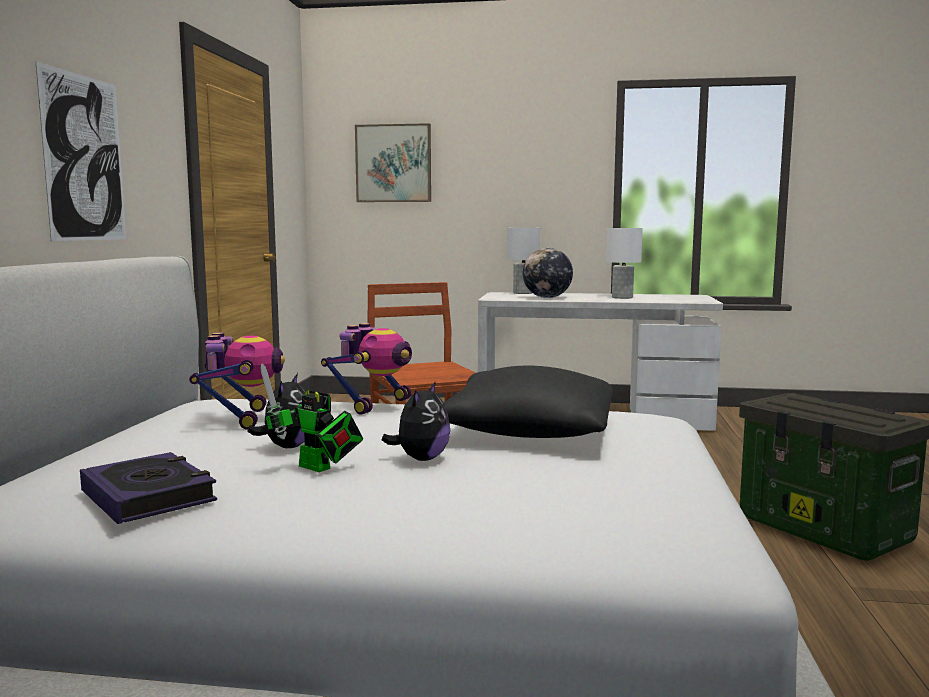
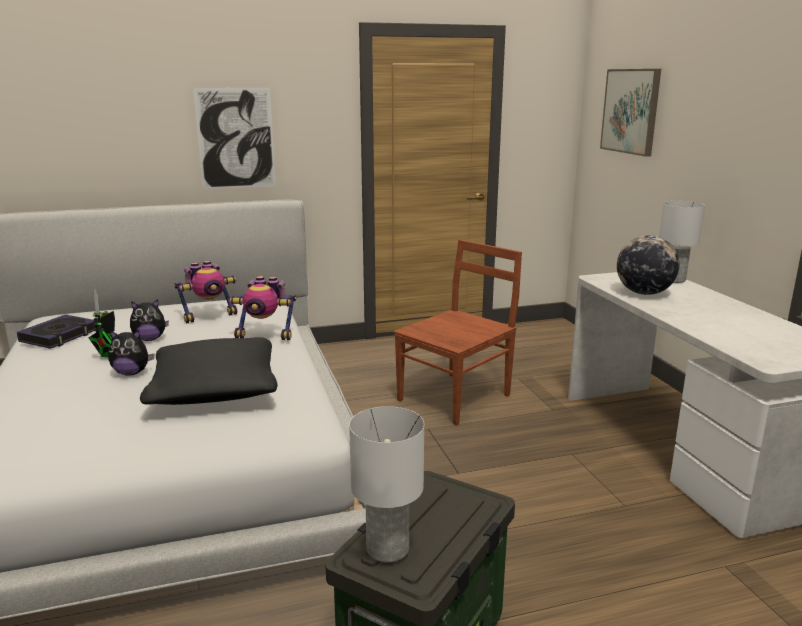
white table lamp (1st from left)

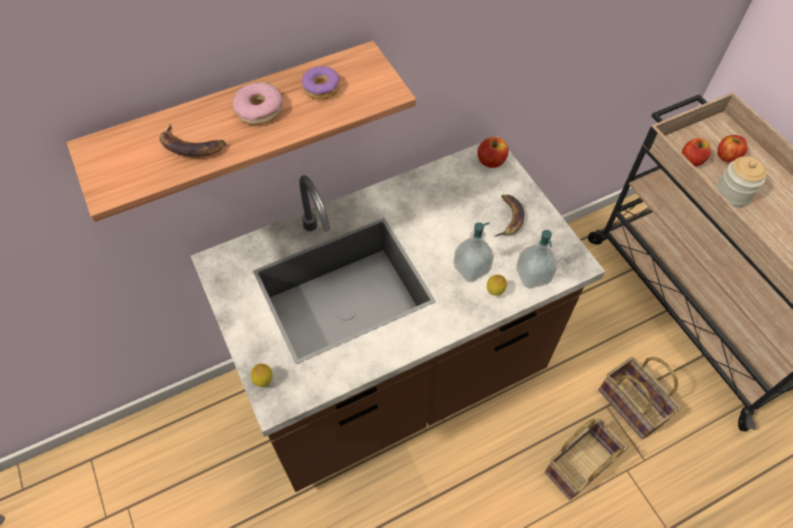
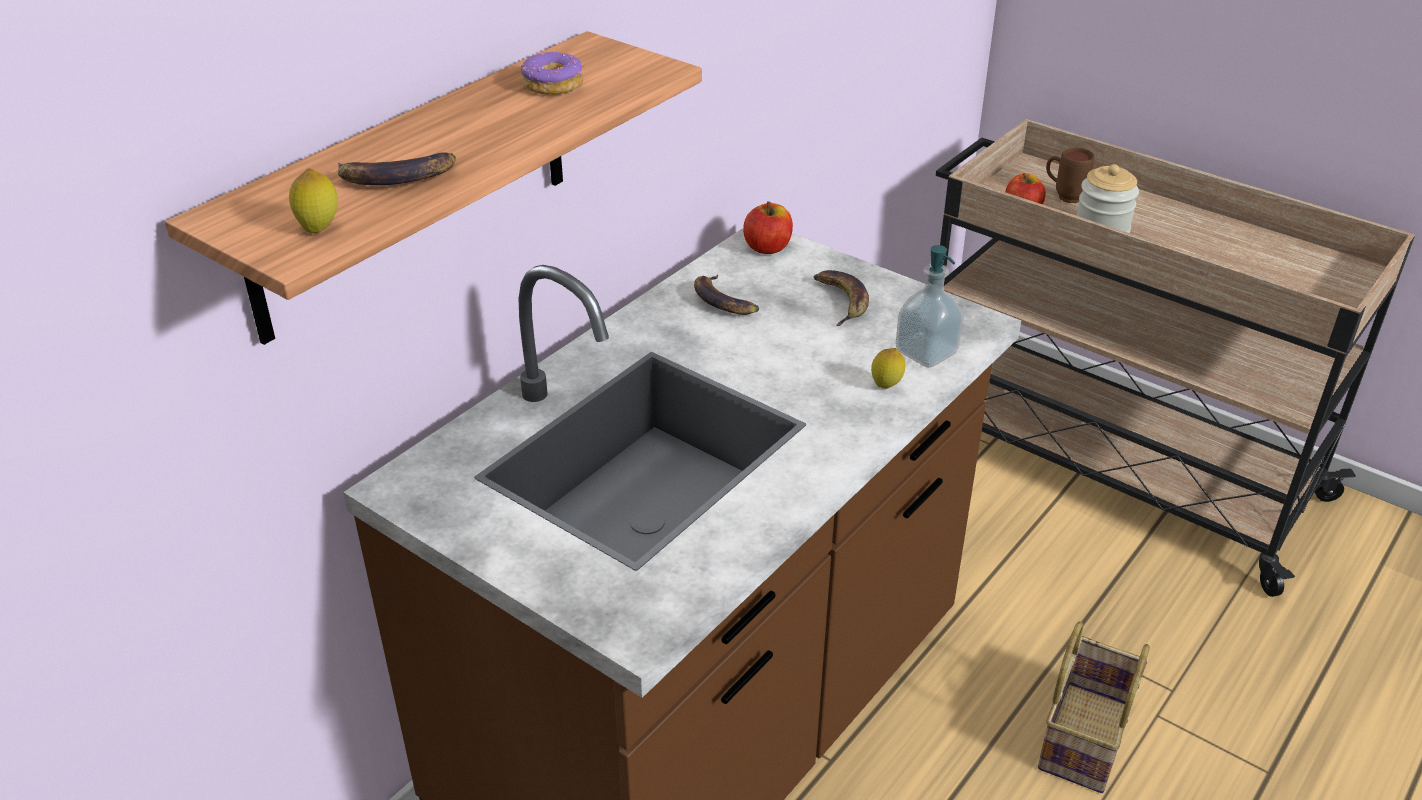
donut (1st from left in the first image); lemon (1st from left); soap dispenser (1st from left in the first image); basket (2nd from left in the first image); brown mug; banana (2nd from left)

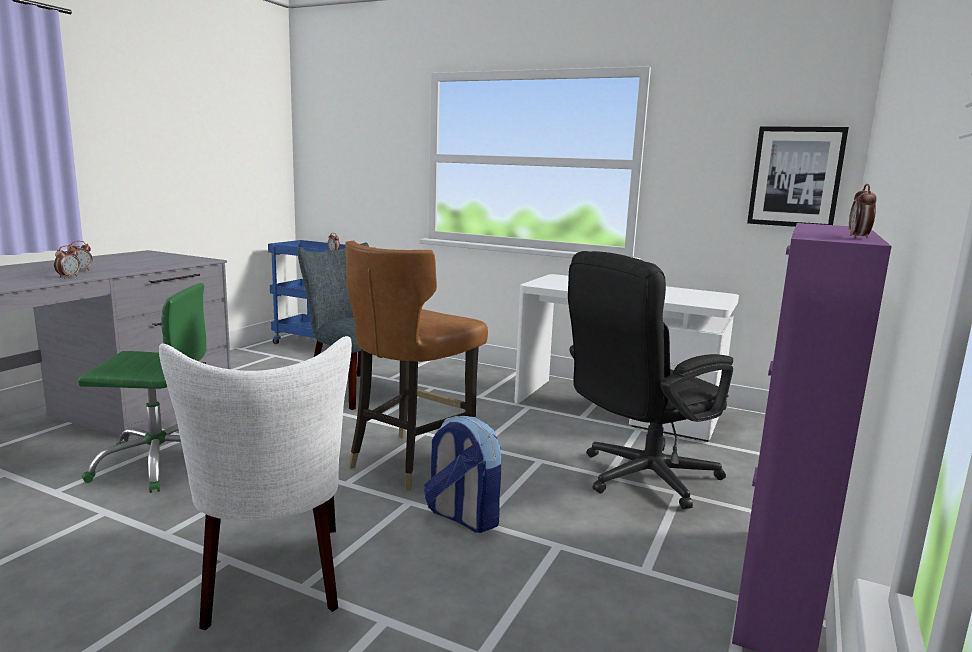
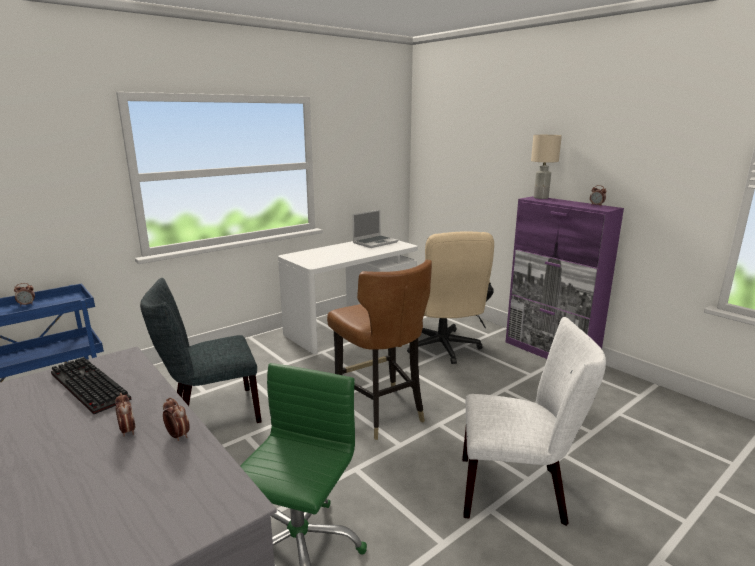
backpack; beige office chair; picture; keyboard; laptop; beige table lamp

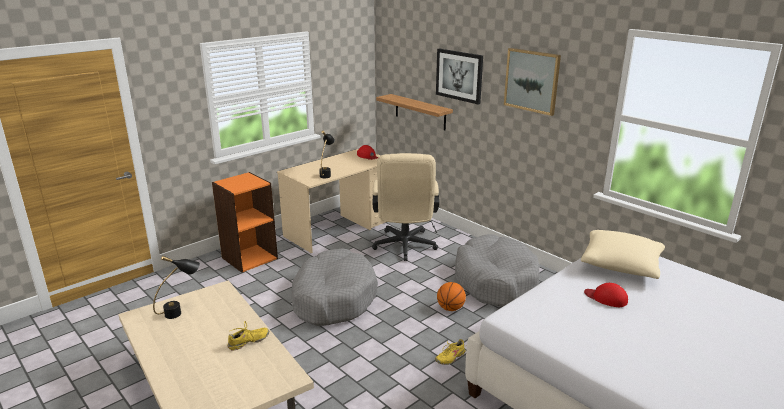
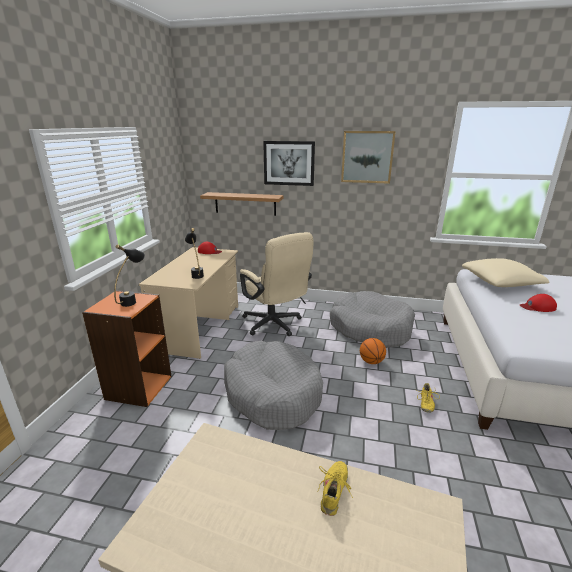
black table lamp (1st from left)

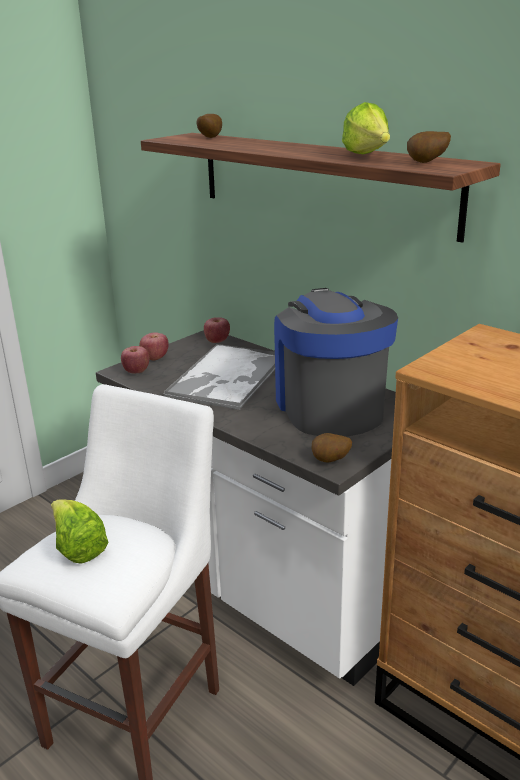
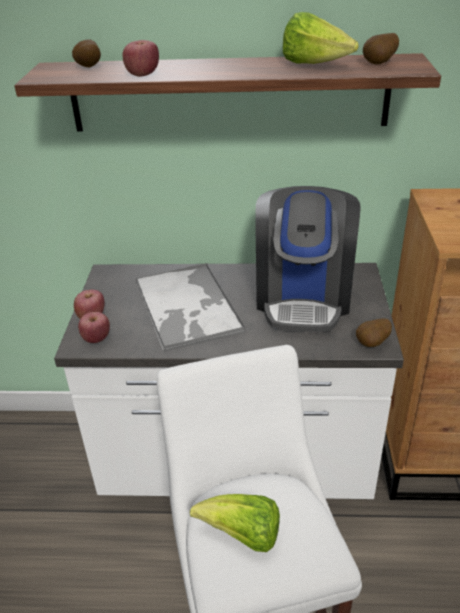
apple (3rd from left); coffee machine

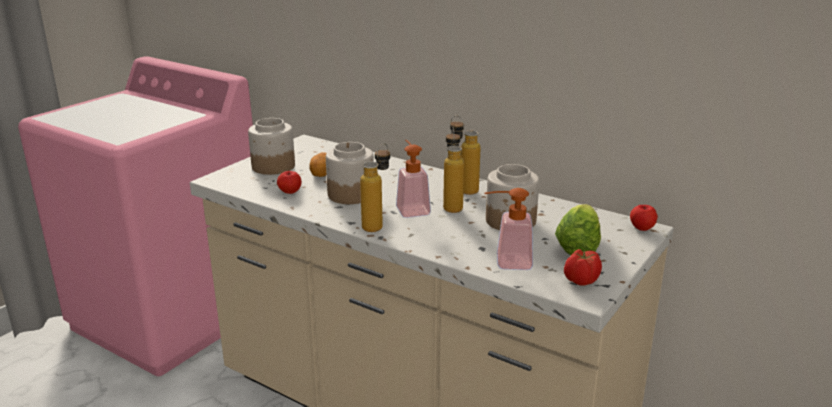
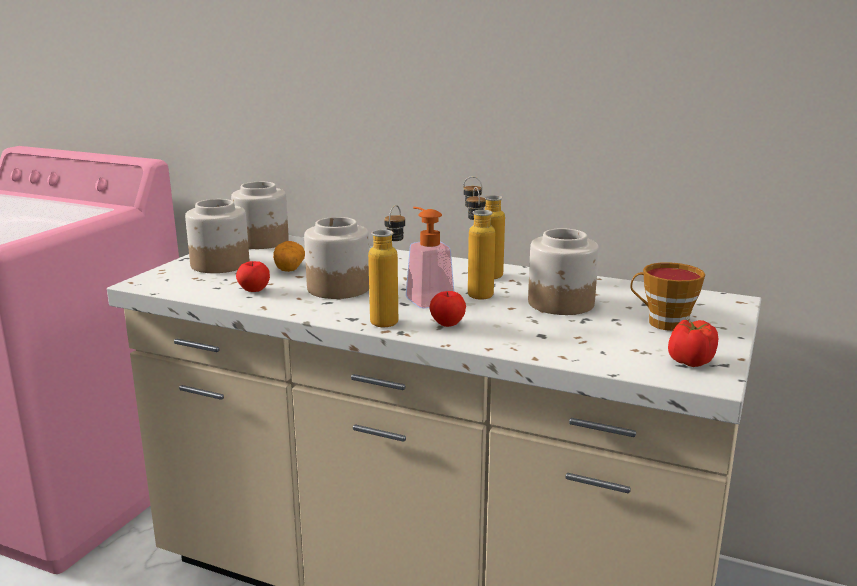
soap dispenser (2nd from left in the first image); cup; apple (2nd from left); jar (2nd from left)

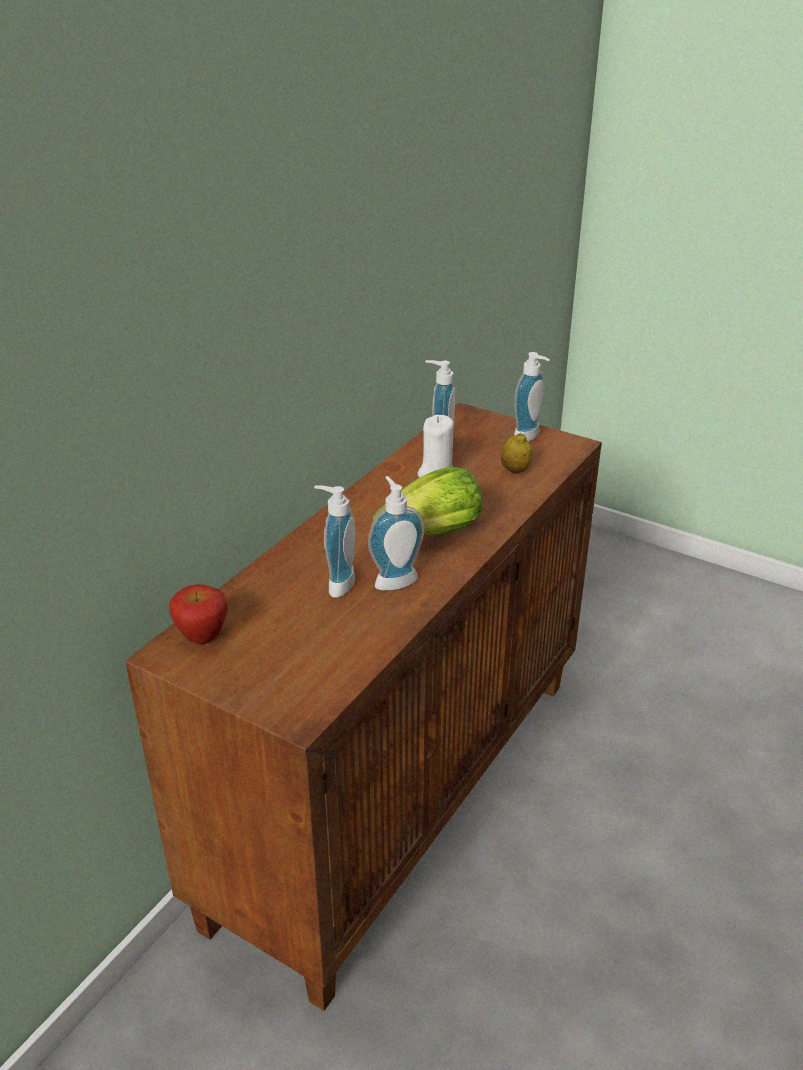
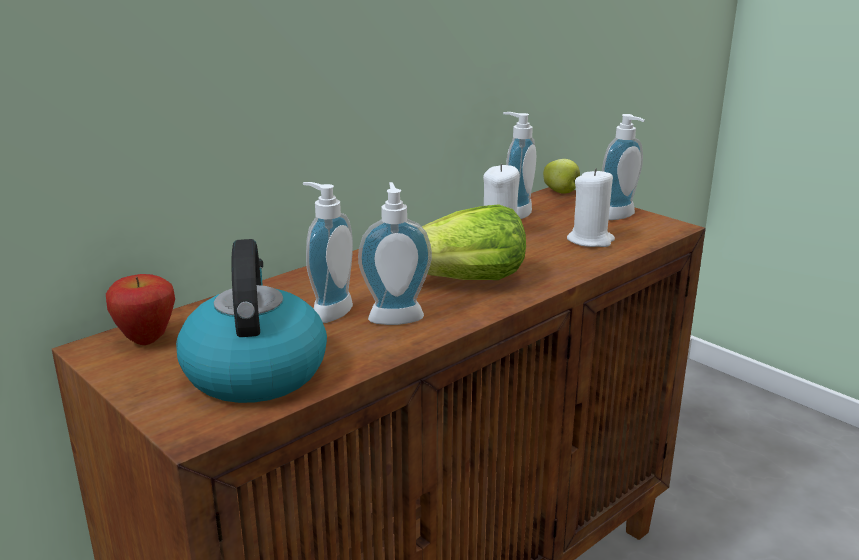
white candle (2nd from left); kettle; apple (2nd from left)

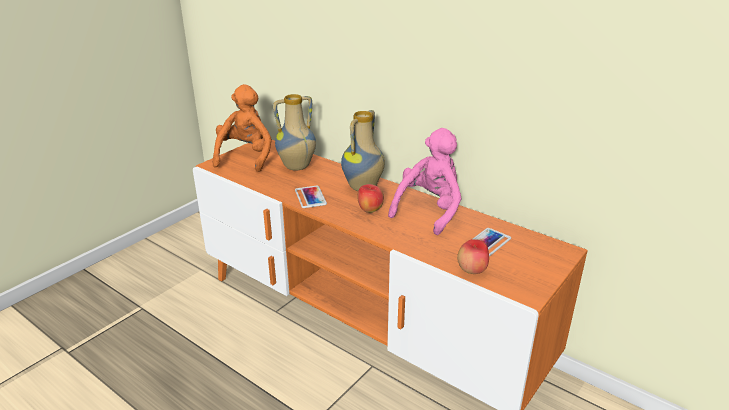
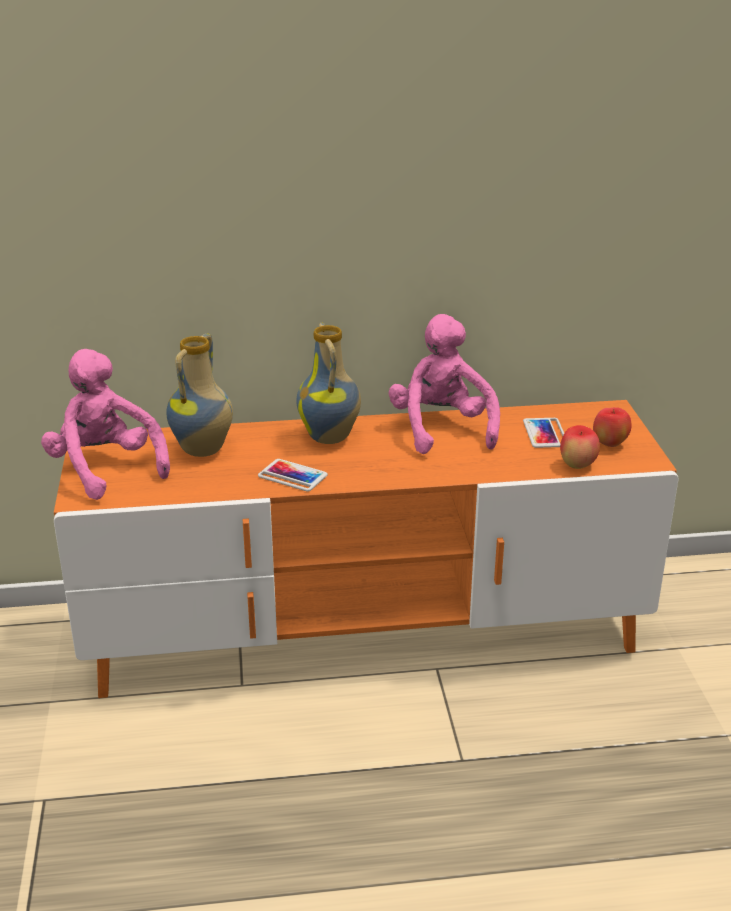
pink plush toy (1st from left); apple (2nd from left)

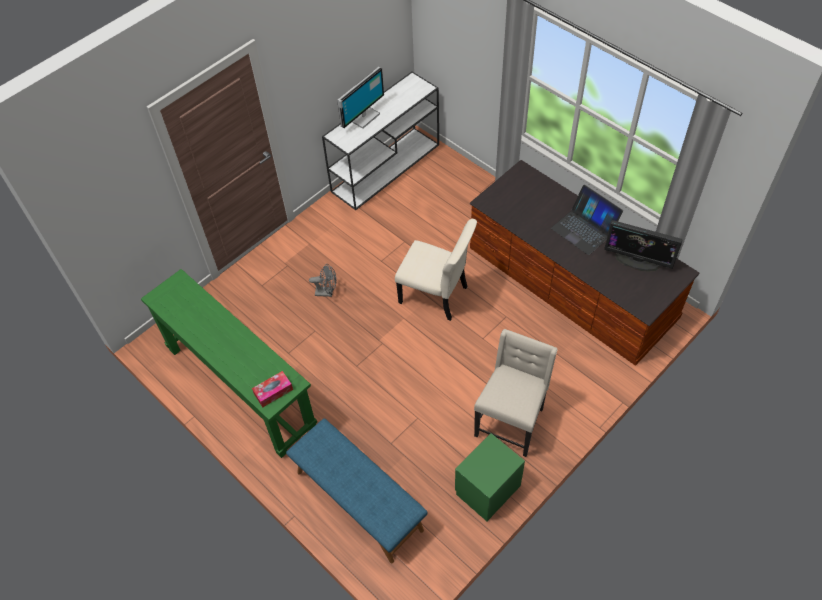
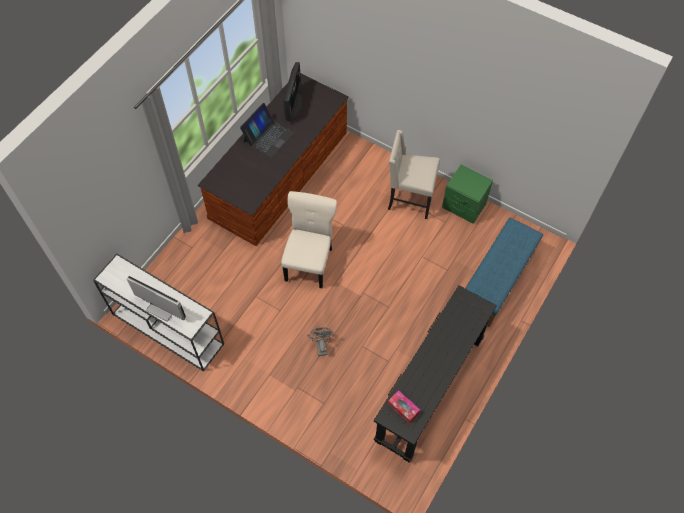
black console table; tissue box

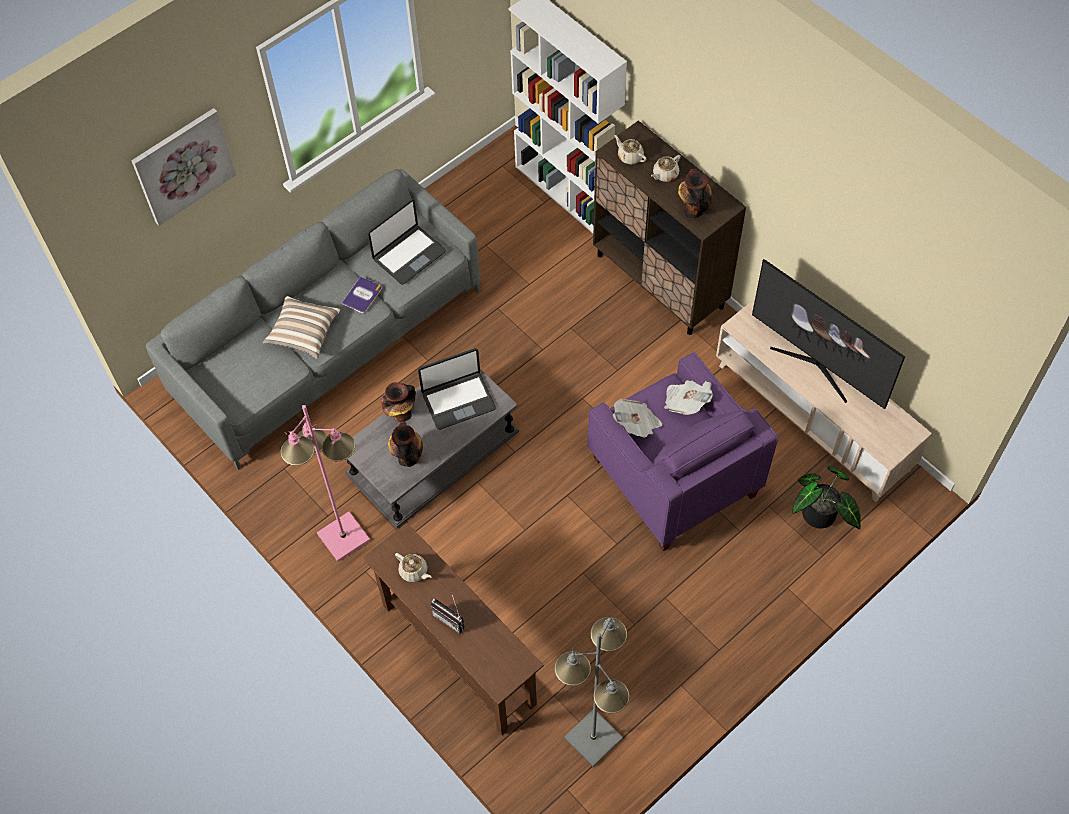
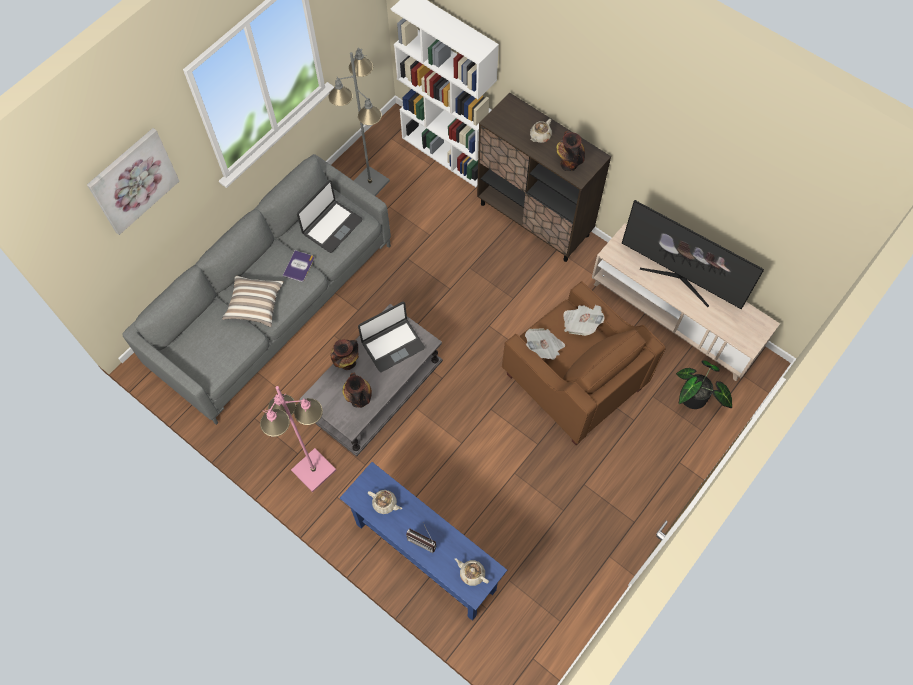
blue console table; grey floor lamp; brown armchair; beige teapot (2nd from left)

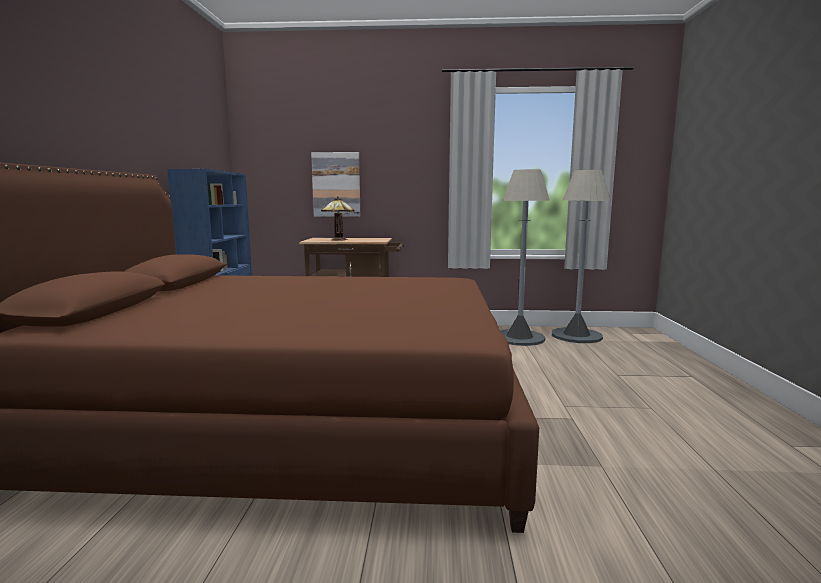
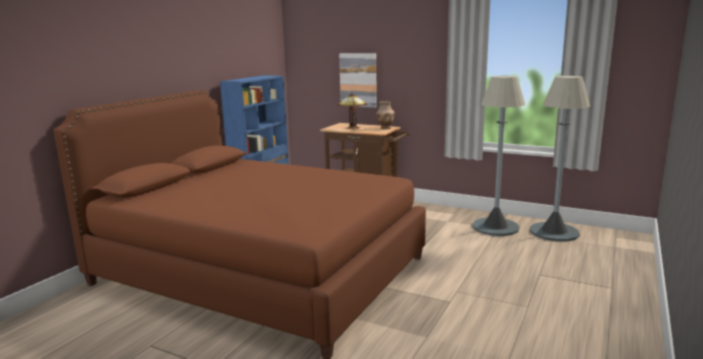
brown vase

